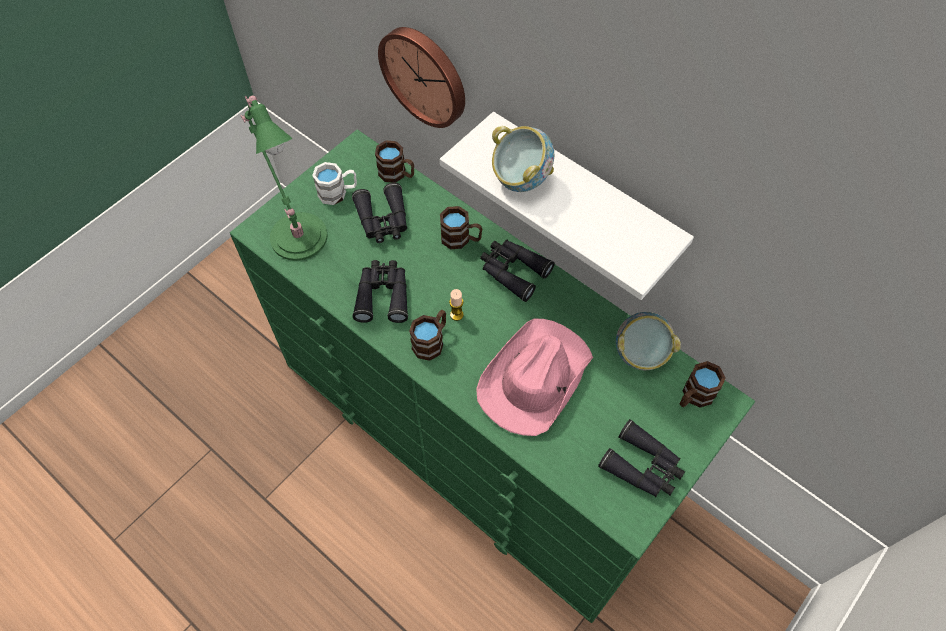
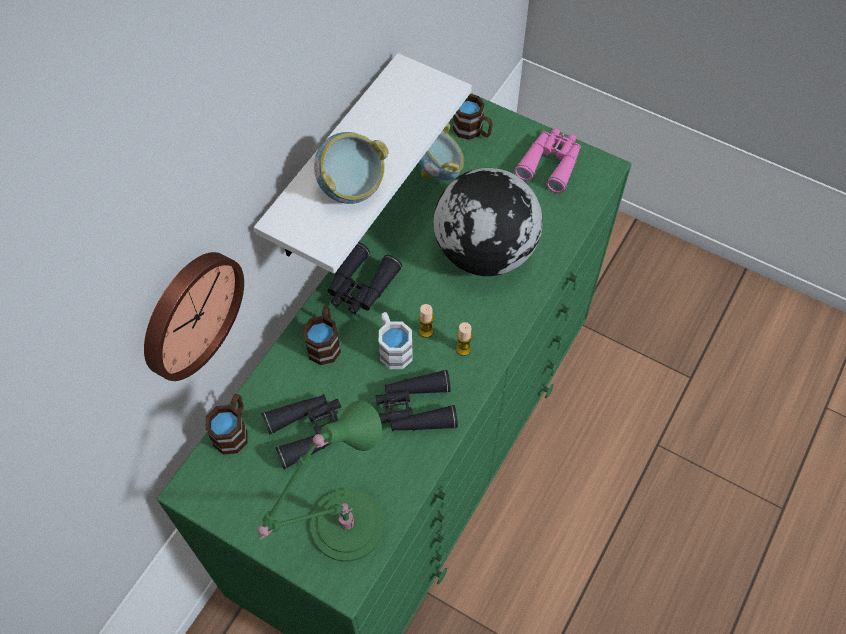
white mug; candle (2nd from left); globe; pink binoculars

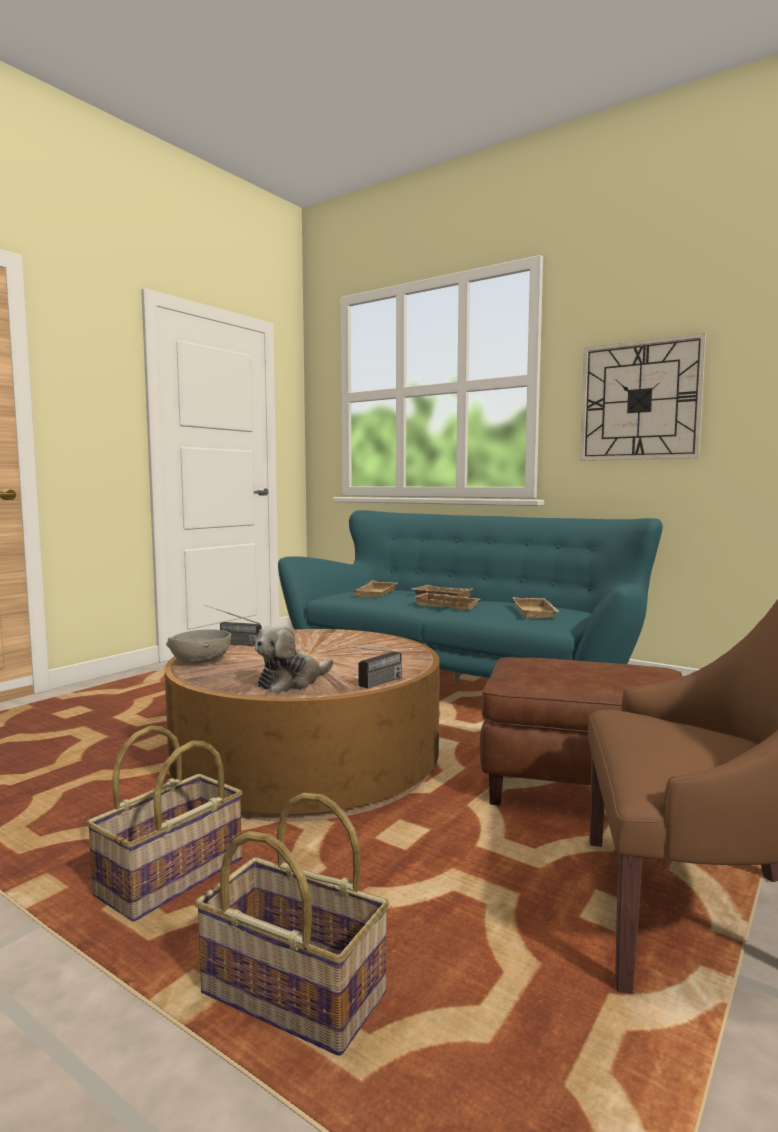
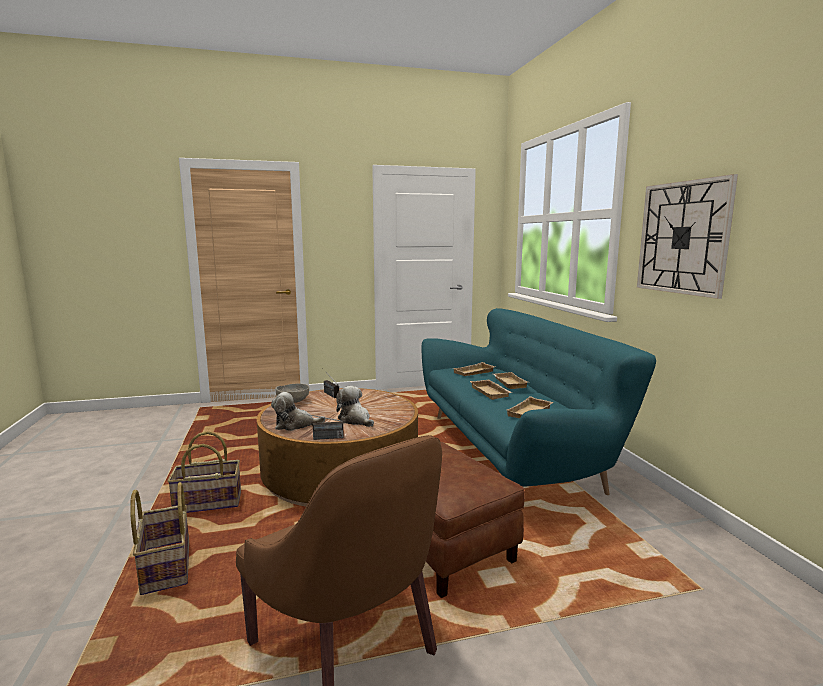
plush toy (2nd from left)

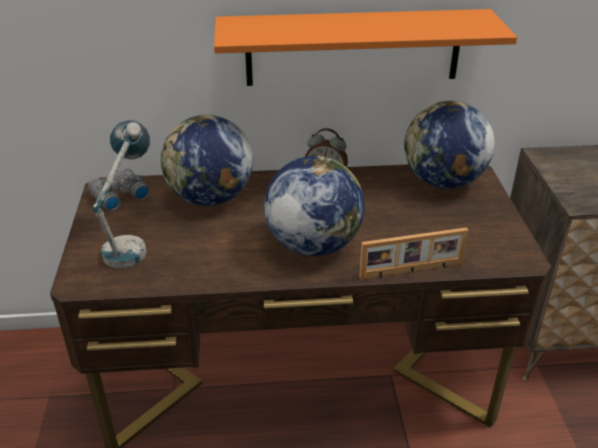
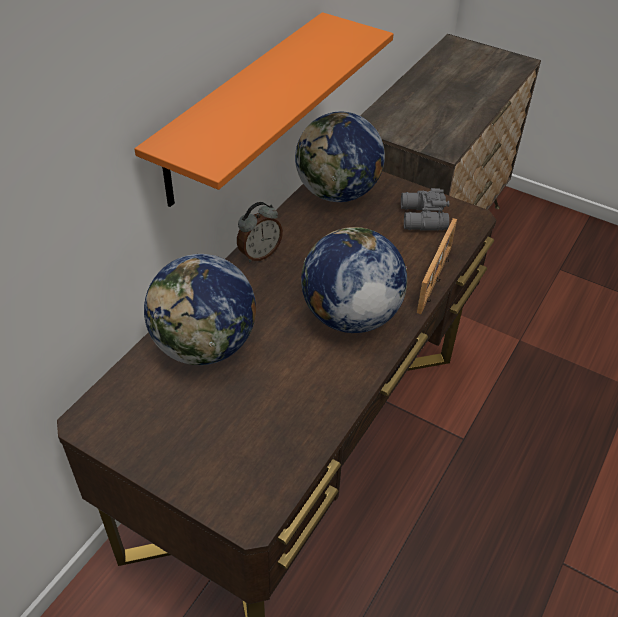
grey binoculars; table lamp

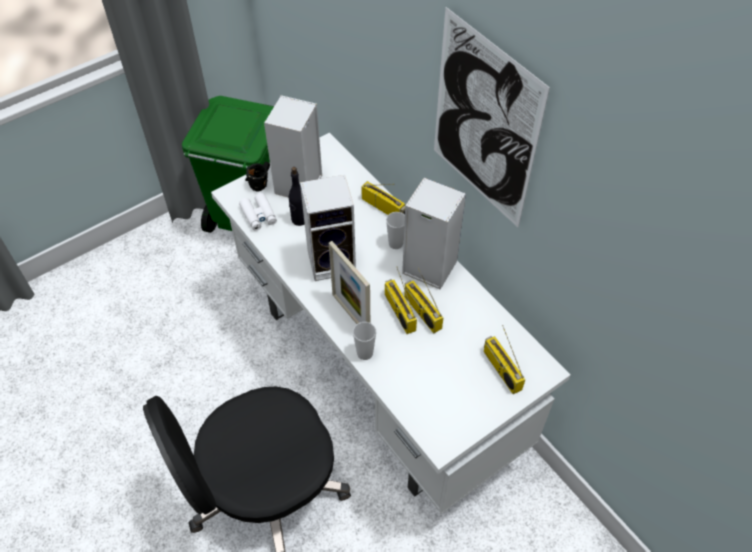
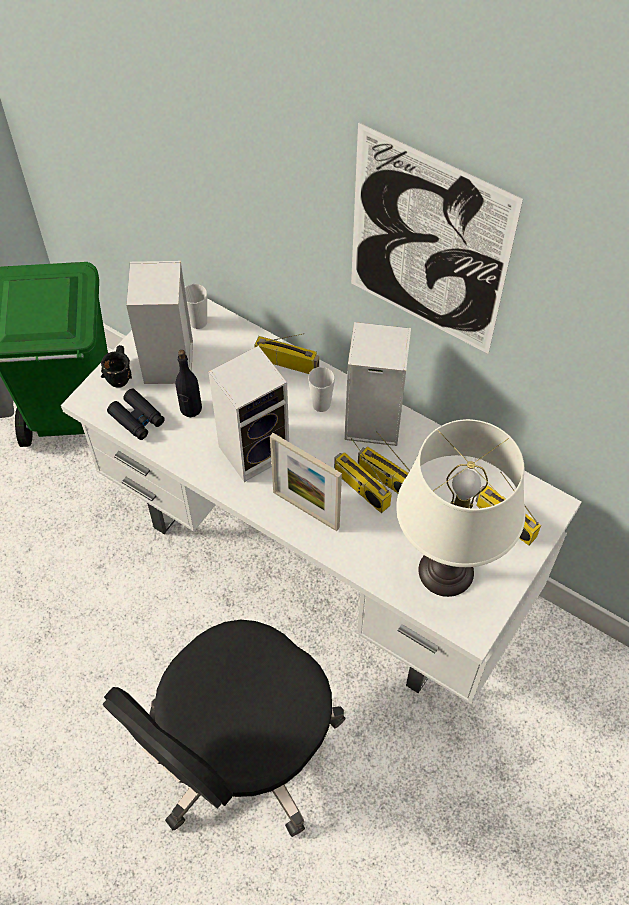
black binoculars; cup (1st from left); white table lamp

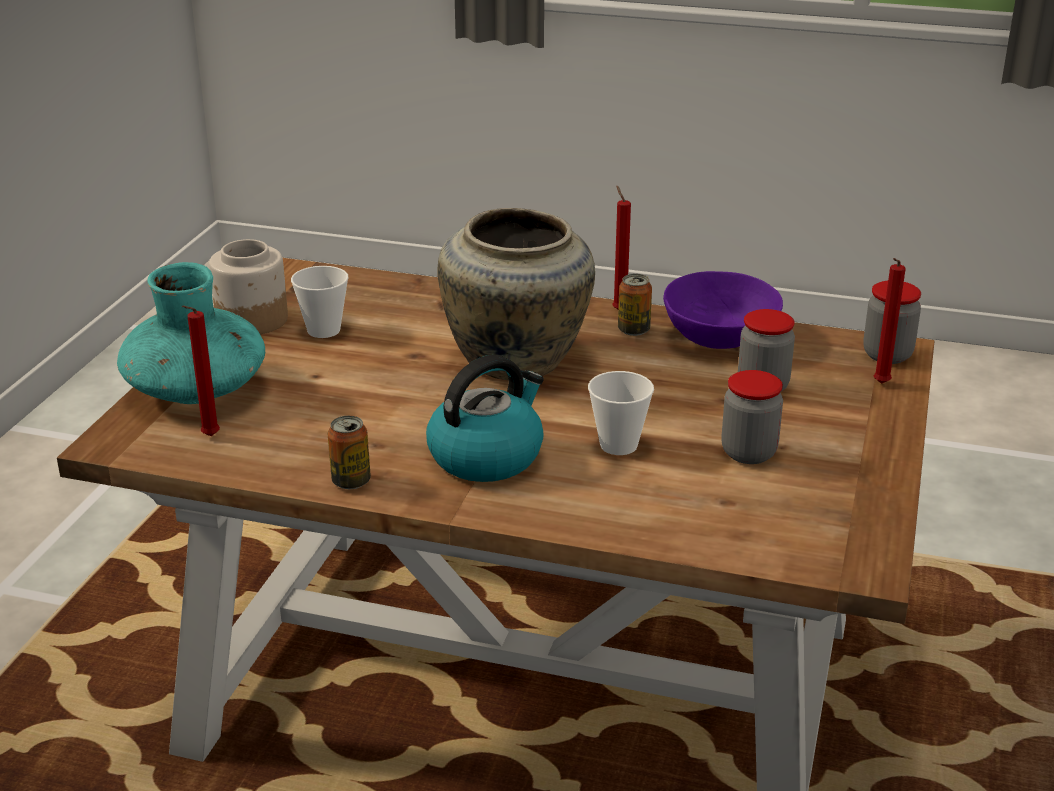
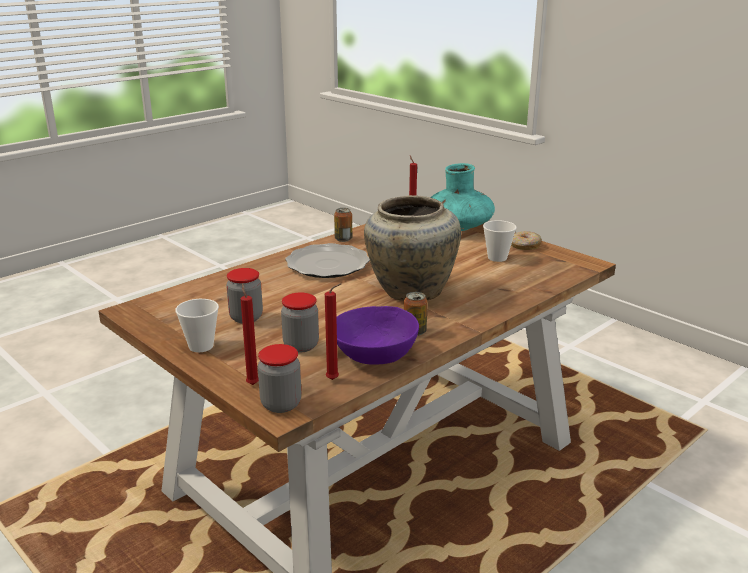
donut; plate; cup (1st from left); red candle (2nd from left)

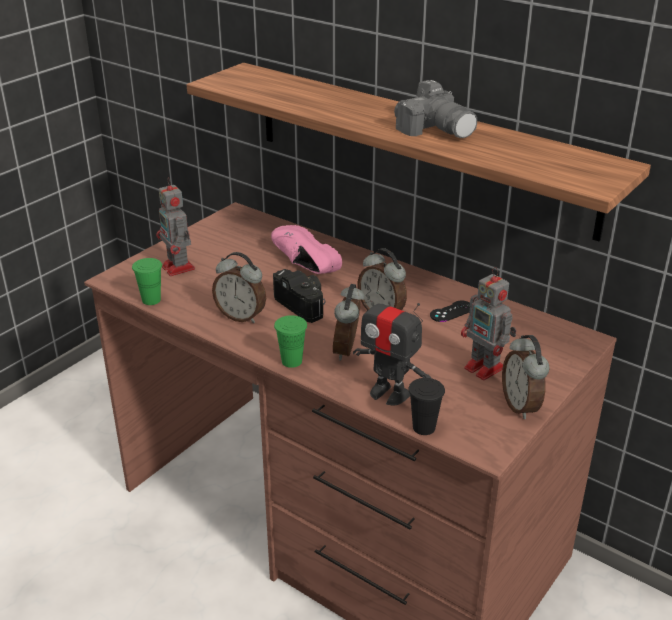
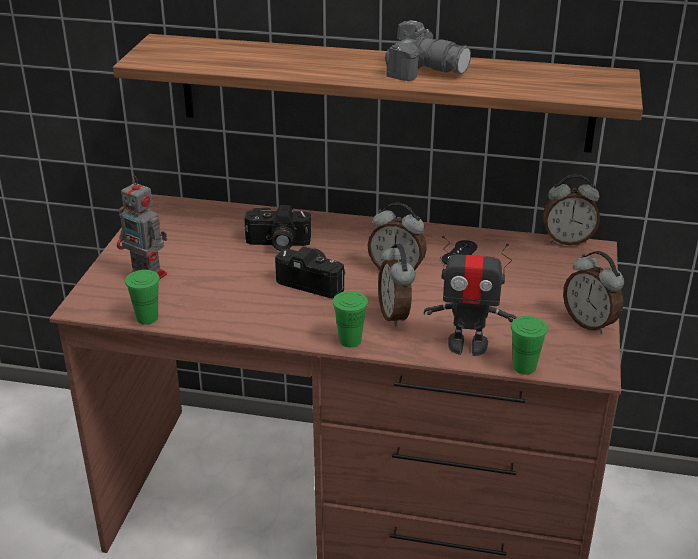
alarm clock (3rd from left); photo camera (1st from left); green cup (3rd from left); toy robot (3rd from left in the first image)

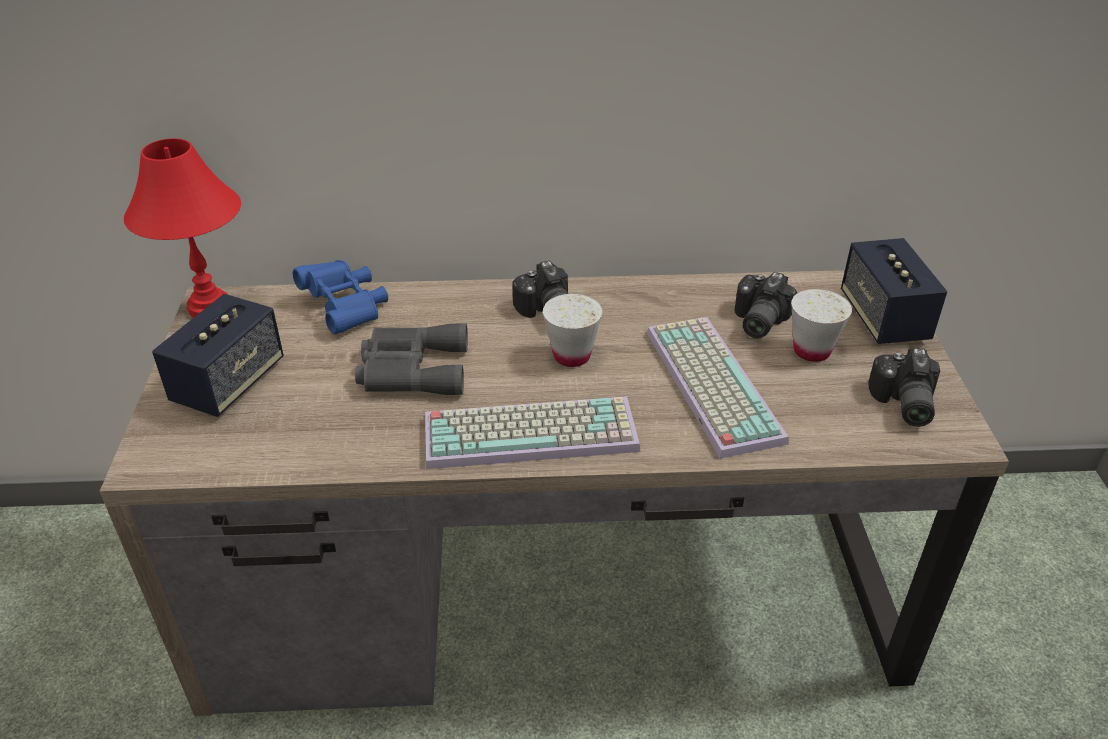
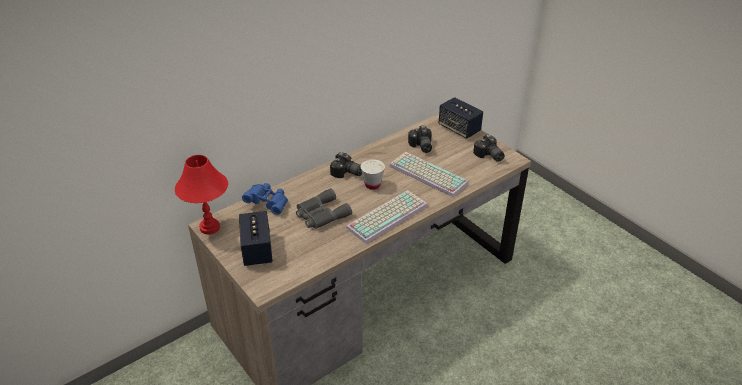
white cup (2nd from left in the first image)

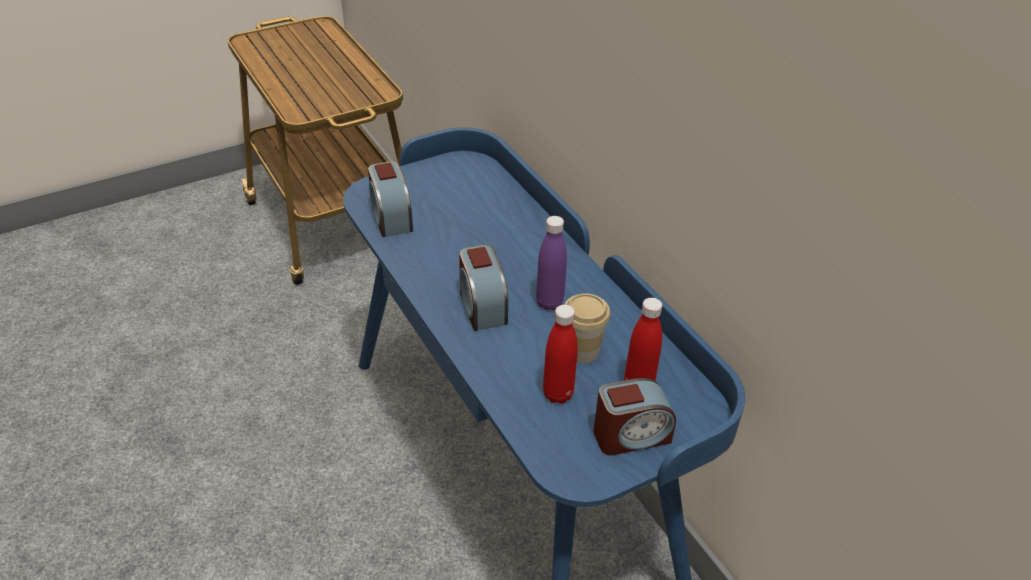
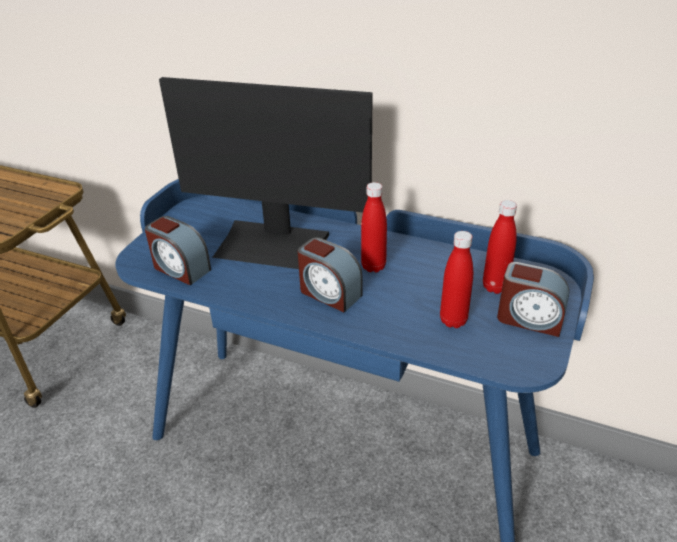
red bottle (1st from left); cup; alarm clock (3rd from left); monitor

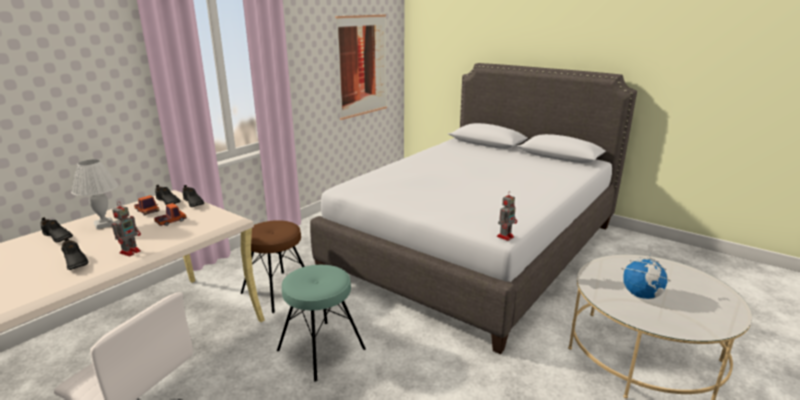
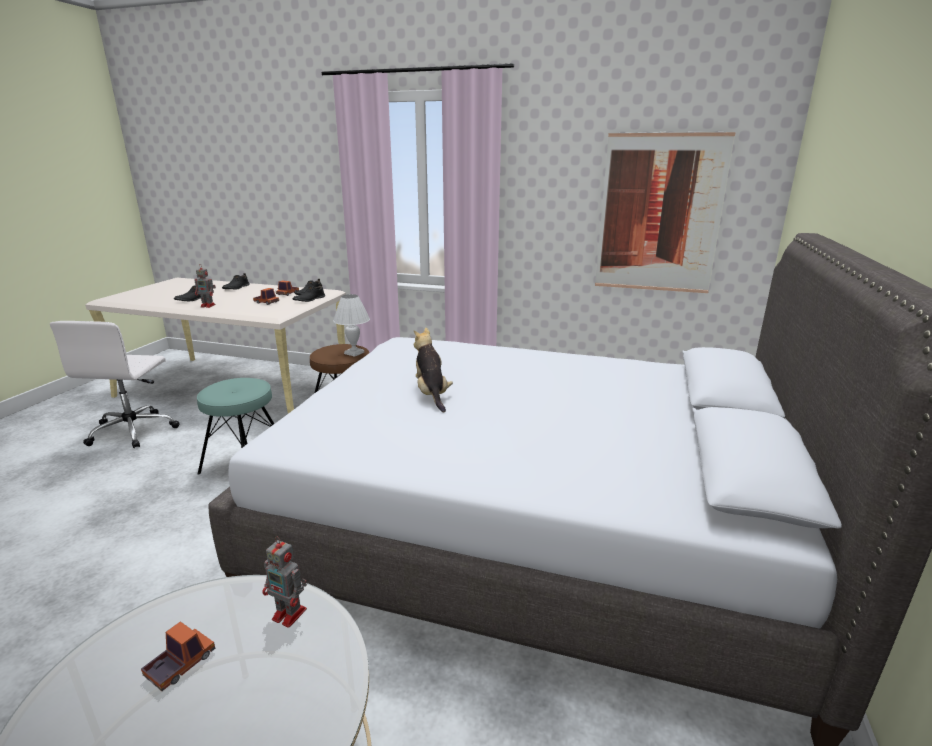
white table lamp; toy robot (2nd from left); toy truck (1st from left); plush toy

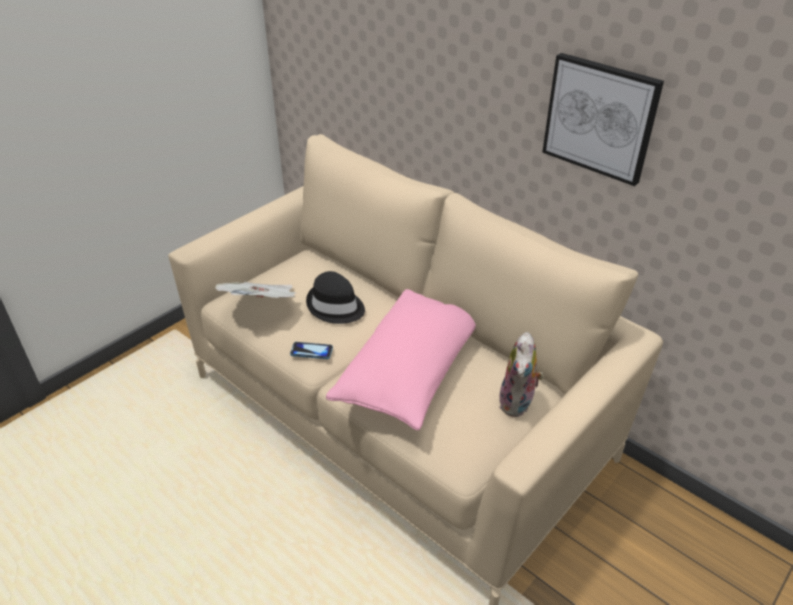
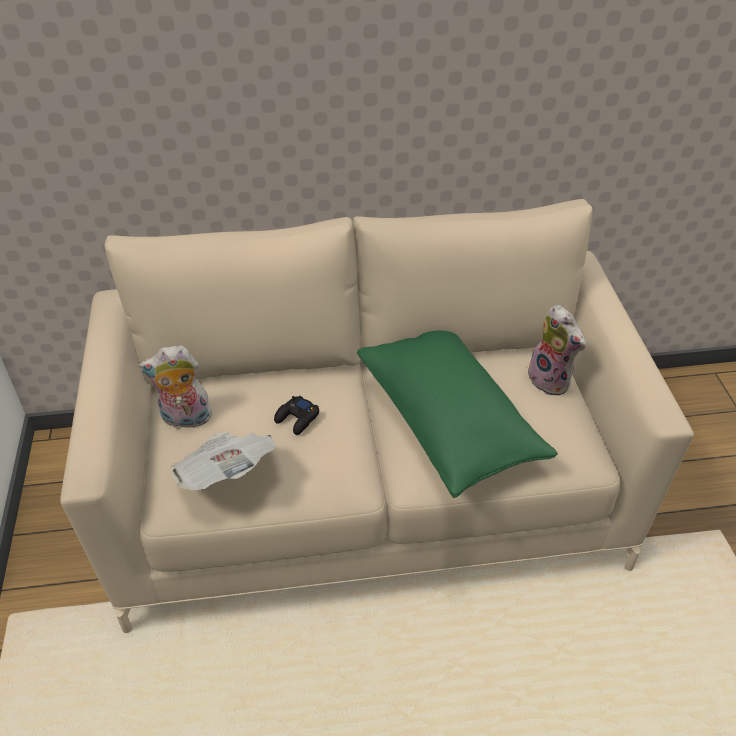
phone; black game controller; green pillow; picture; plush toy (1st from left)

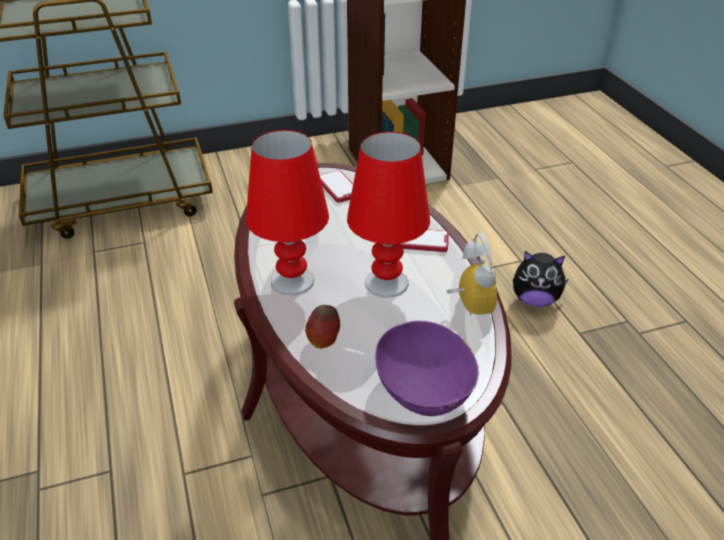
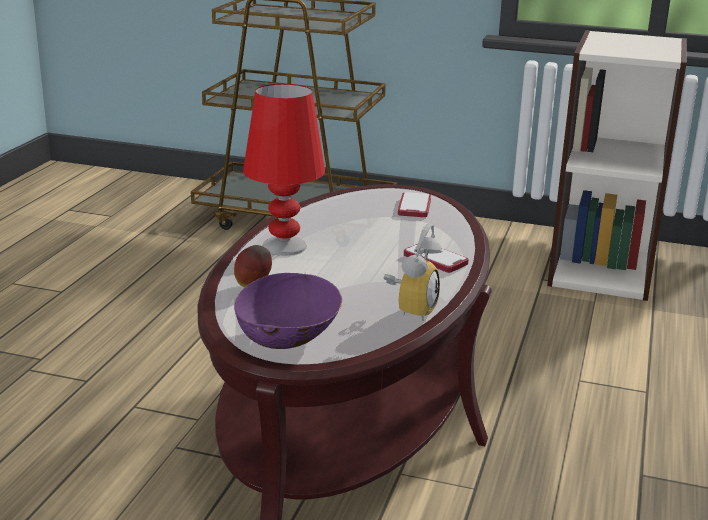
red table lamp (2nd from left in the first image); plush toy

